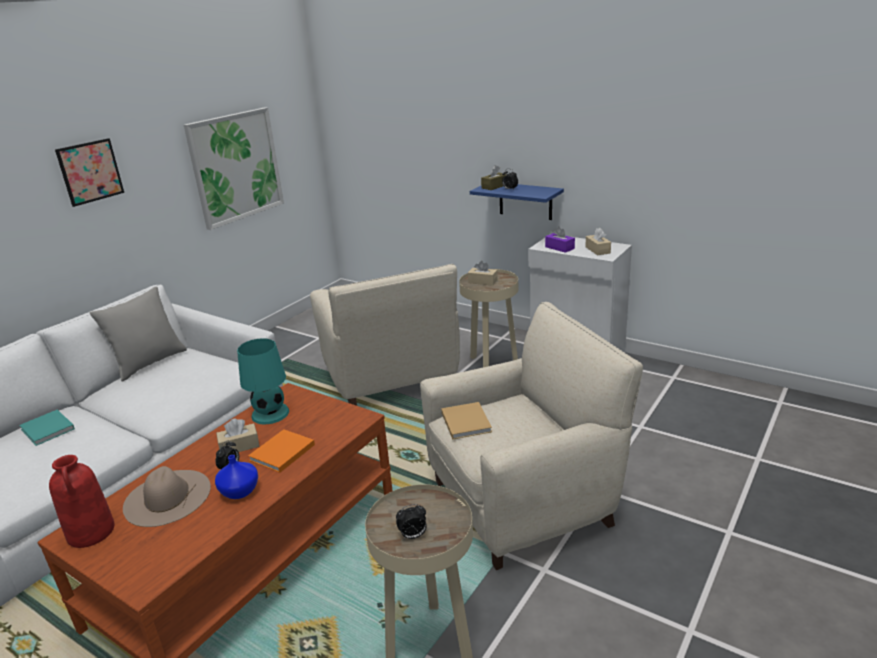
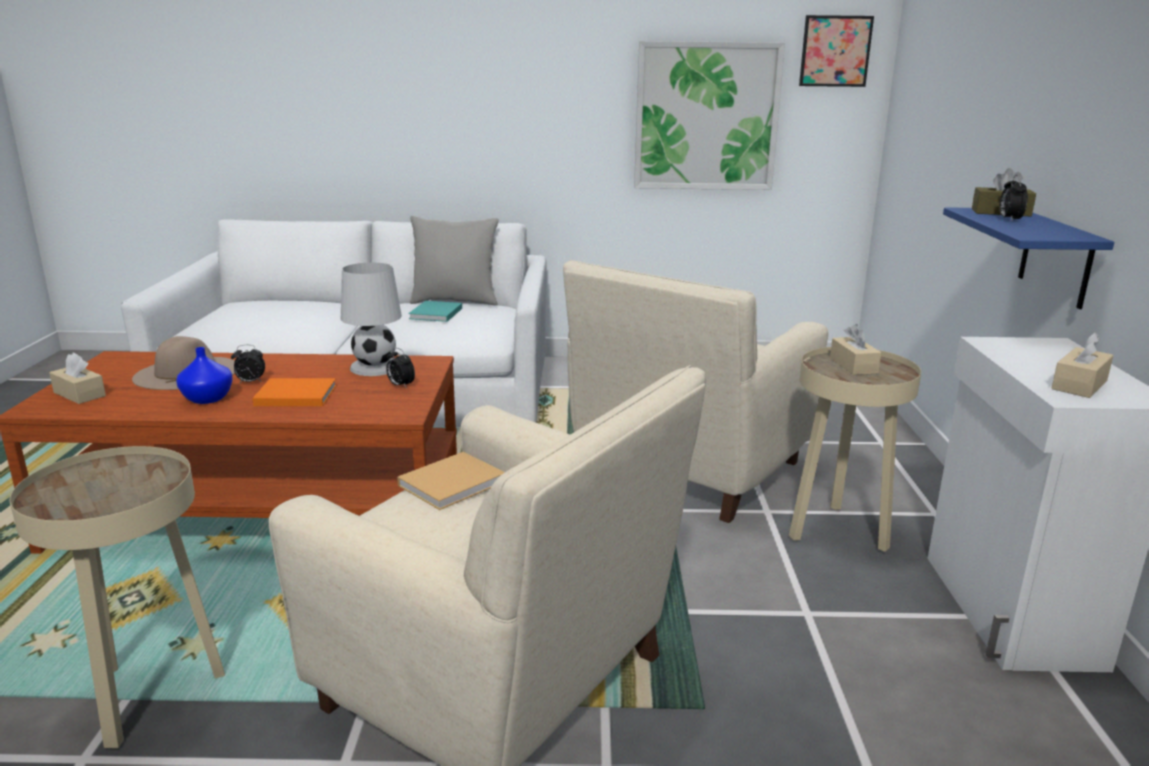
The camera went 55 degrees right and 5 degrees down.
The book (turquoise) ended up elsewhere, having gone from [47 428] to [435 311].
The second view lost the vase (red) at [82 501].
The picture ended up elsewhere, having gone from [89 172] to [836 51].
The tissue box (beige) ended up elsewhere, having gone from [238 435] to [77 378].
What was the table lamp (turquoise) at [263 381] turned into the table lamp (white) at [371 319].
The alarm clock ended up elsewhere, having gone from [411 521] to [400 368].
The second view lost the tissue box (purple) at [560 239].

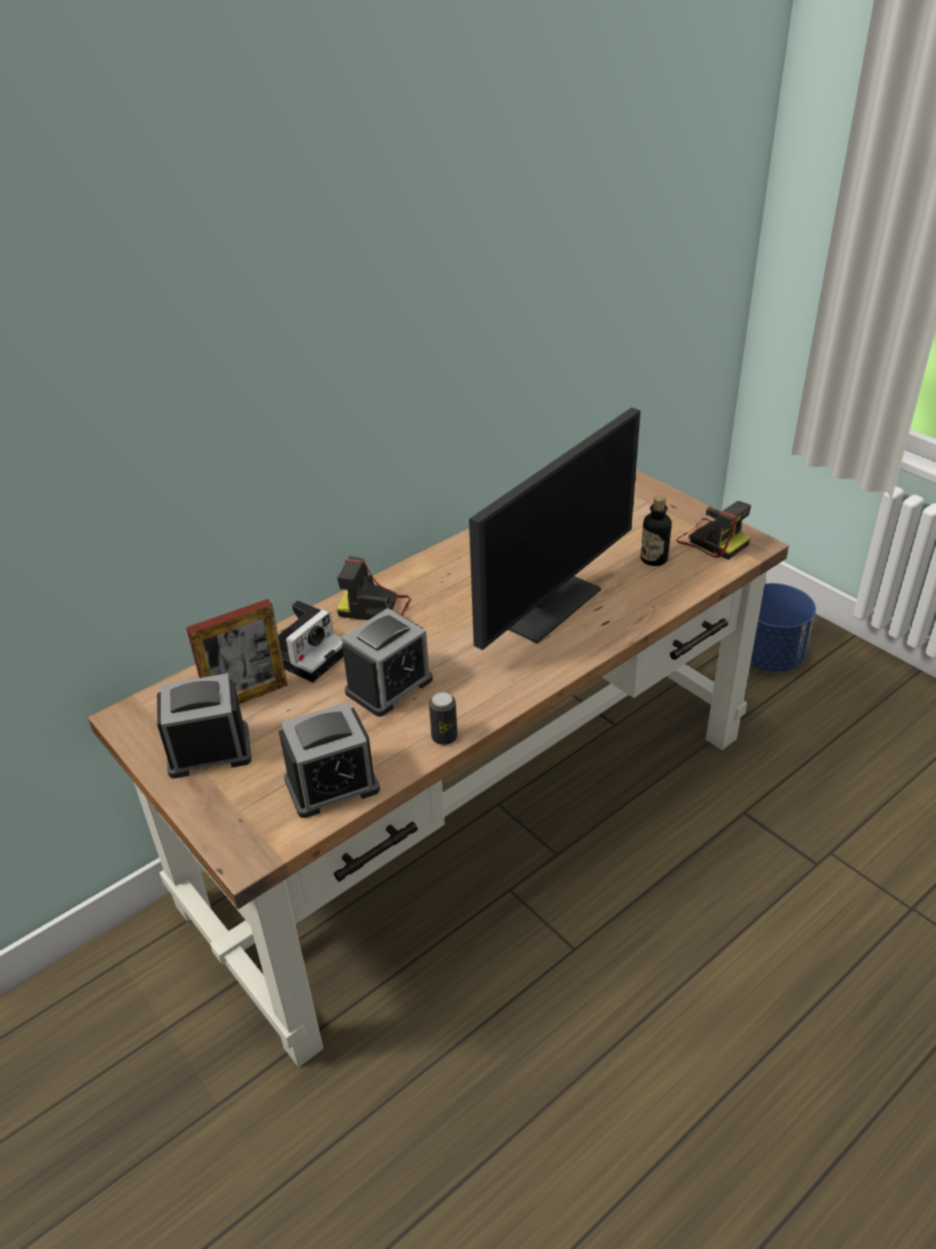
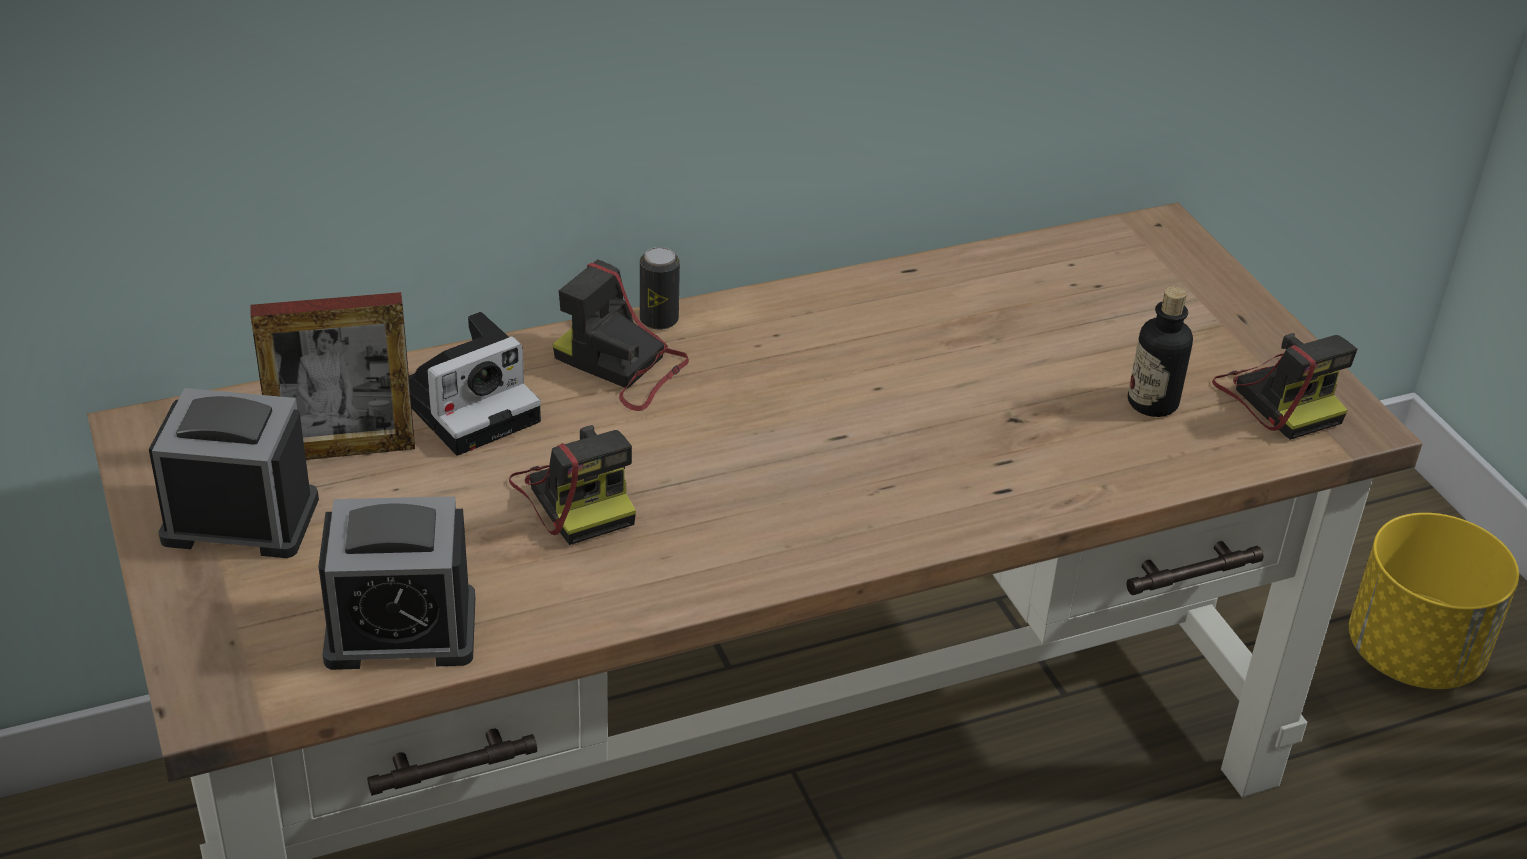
The camera went 15 degrees right and 0 degrees up.
Where the alarm clock stood at [387 662], the photo camera came to stand at [572 485].
The can ended up elsewhere, having gone from [443 718] to [660 288].
The second view lost the monitor at [555 528].
What was the planter (blue) at [783 627] turned into the planter (yellow) at [1434 601].

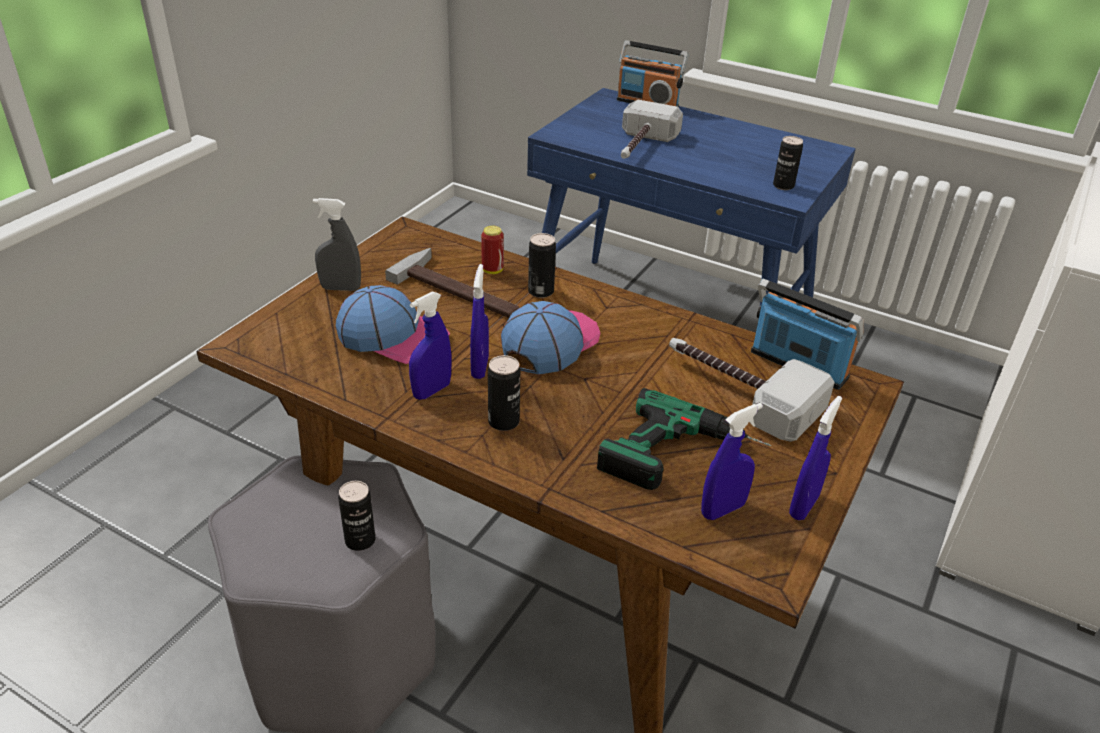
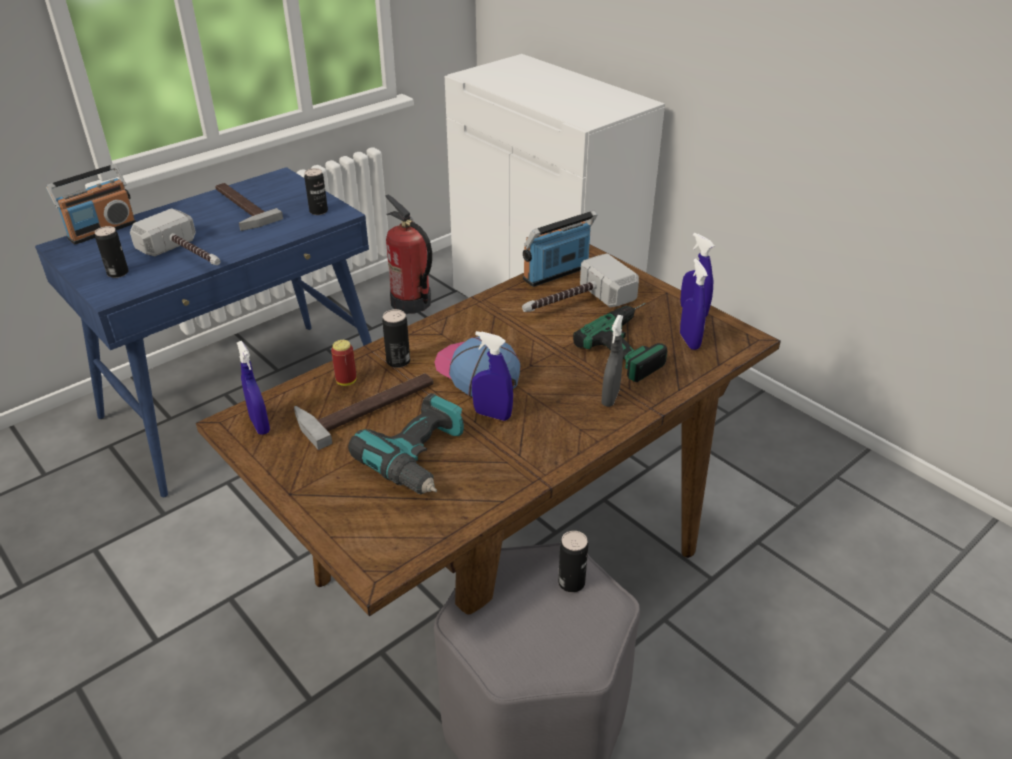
The camera went 70 degrees left and 0 degrees up.
The spray bottle (grey) ended up elsewhere, having gone from [337 244] to [612 361].
Where the cap stood at [393 324], the power drill came to stand at [406 443].
The spray bottle (blue) ended up elsewhere, having gone from [430 346] to [253 388].
The can ended up elsewhere, having gone from [504 393] to [112 252].
The second view gained the hammer at [249 207].
The second view gained the fire extinguisher at [408 254].

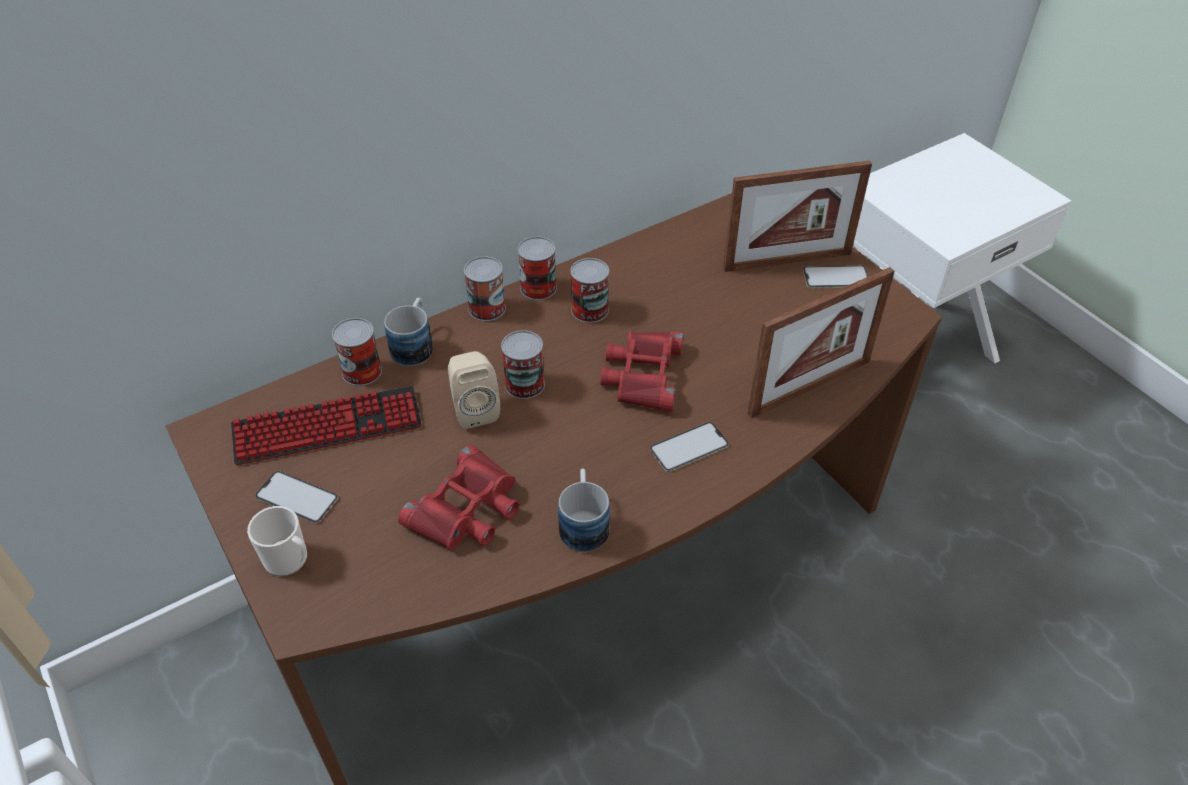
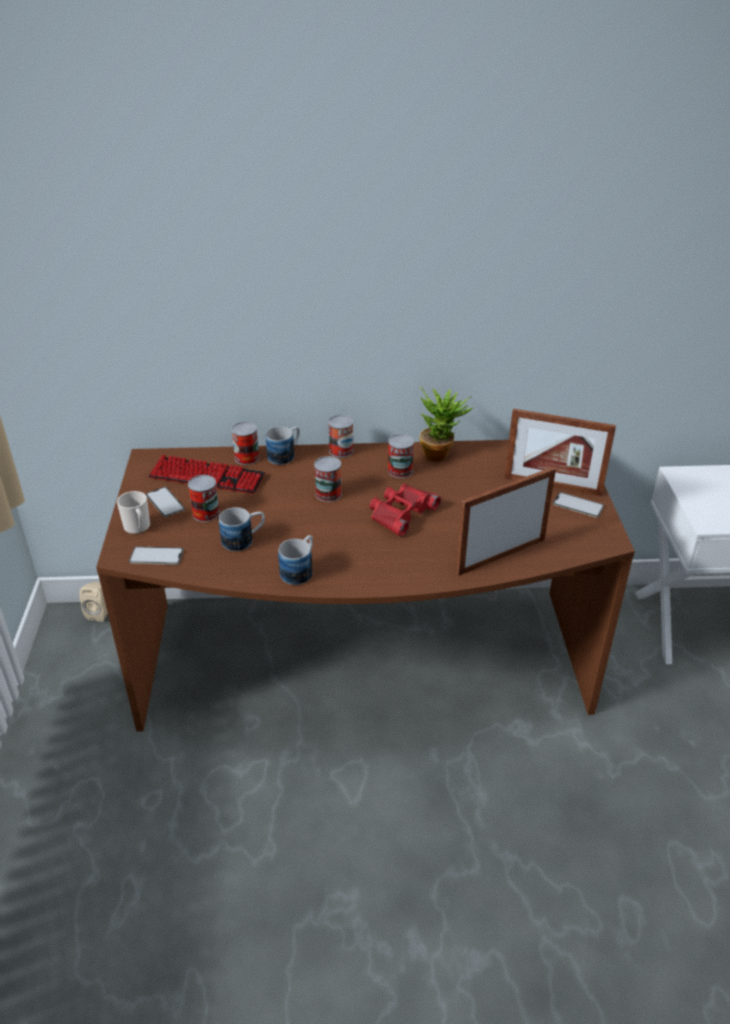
The camera went 30 degrees right and 10 degrees down.
Where the binoculars (red) stood at [458 497], the mug came to stand at [242 529].
The speaker (beige) ended up elsewhere, having gone from [474 390] to [93 602].
The can ended up elsewhere, having gone from [537 268] to [204 498].
The phone ended up elsewhere, having gone from [689 447] to [156 555].
The picture frame at [821 342] ended up facing another way, 150 degrees clockwise from before.
The second view gained the potted plant at [446 424].

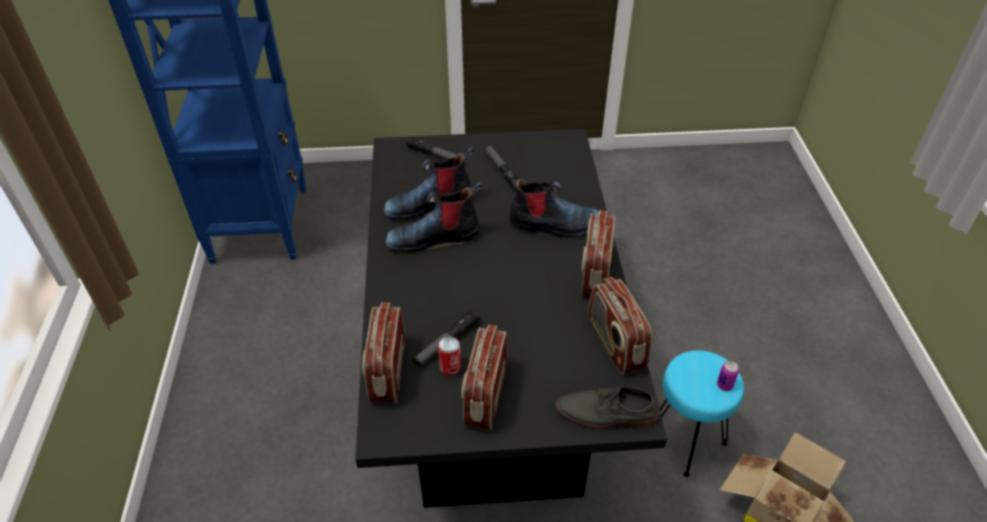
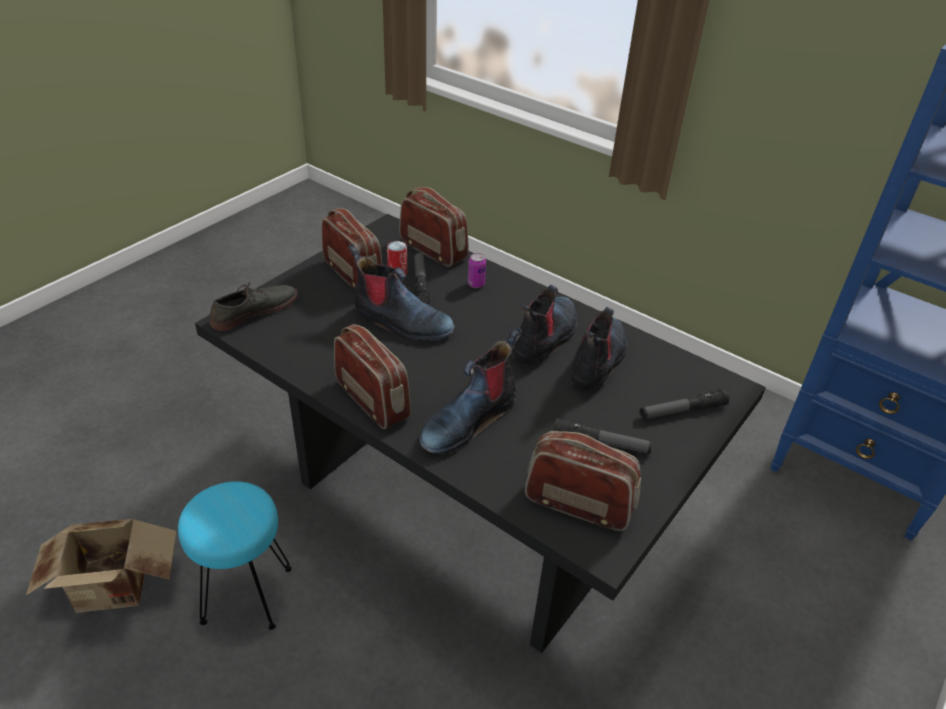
The camera went 130 degrees right and 5 degrees down.
The radio ended up elsewhere, having gone from [620 326] to [583 481].
The can ended up elsewhere, having gone from [728 376] to [477 270].
The second view gained the boot at [401 292].

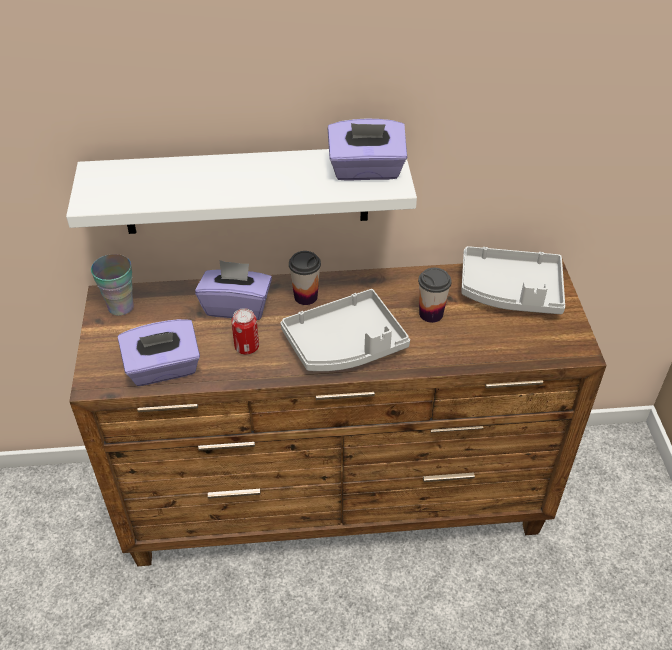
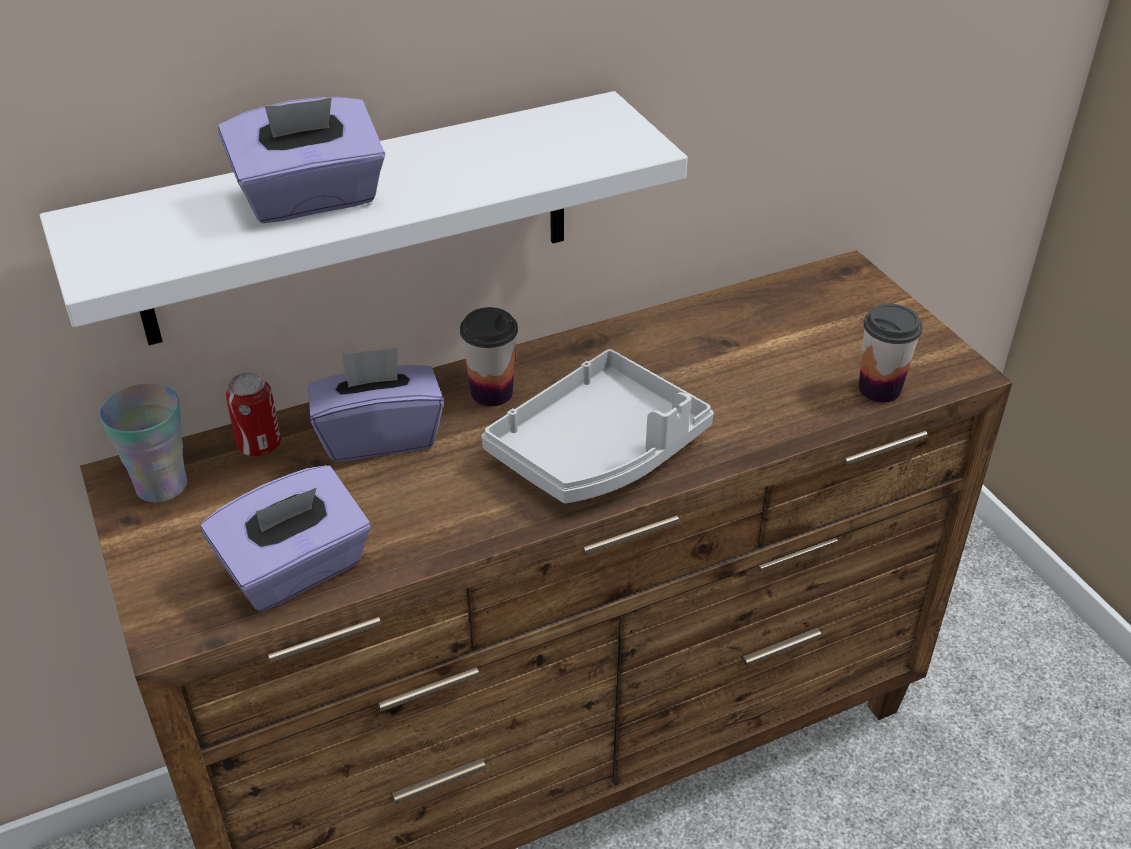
The camera went 20 degrees left and 5 degrees down.
The can ended up elsewhere, having gone from [245 331] to [253 414].
The tissue box (purple) ended up elsewhere, having gone from [367 149] to [301 160].
The cup ended up elsewhere, having gone from [435 295] to [891 353].
The second view lost the tray (grey) at [513 280].

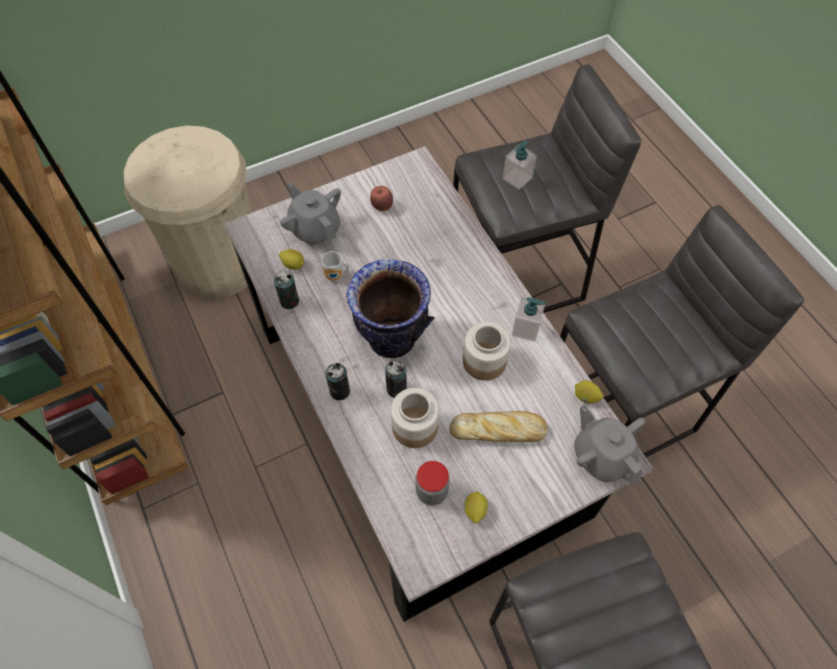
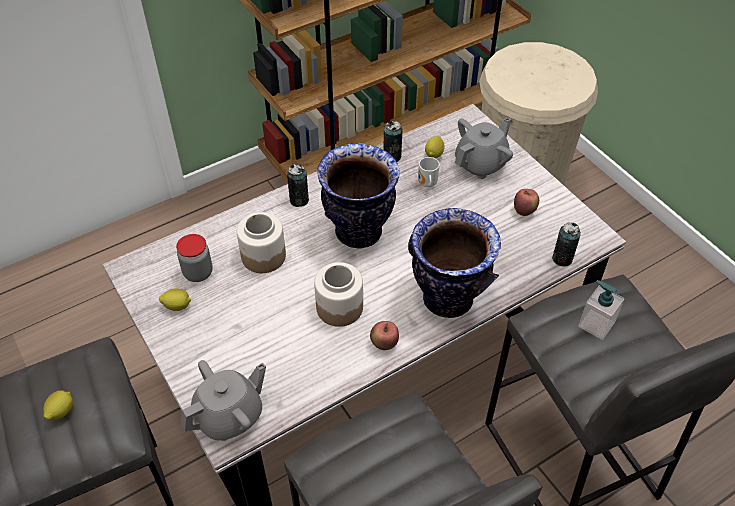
The camera went 85 degrees right and 10 degrees down.
The can ended up elsewhere, having gone from [396 379] to [566 244].
The second view lost the bread at [498 426].
Where the soap dispenser stood at [529 319], the apple came to stand at [384 335].
The lemon ended up elsewhere, having gone from [589 391] to [58 405].
The second view gained the vase at [454 263].

